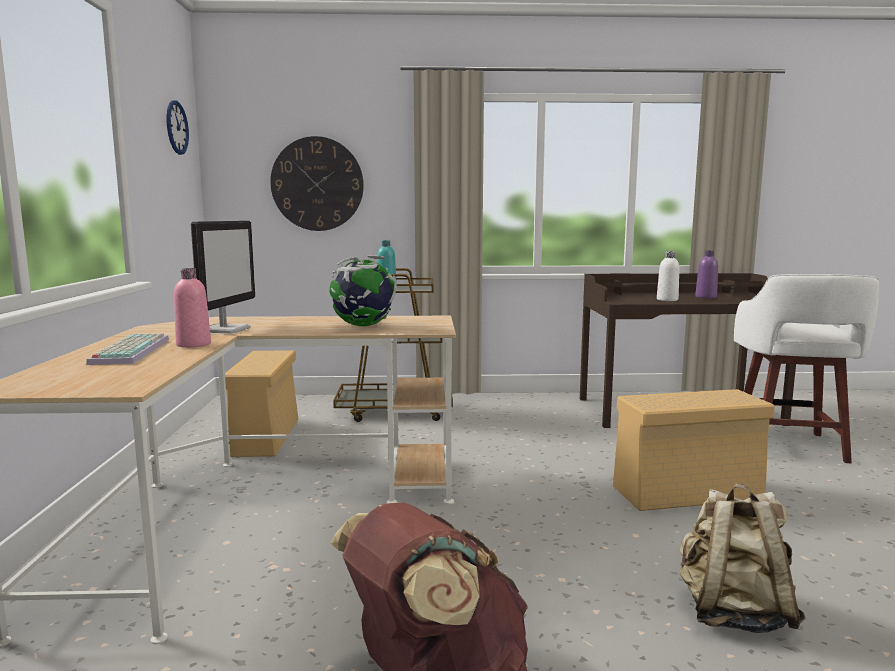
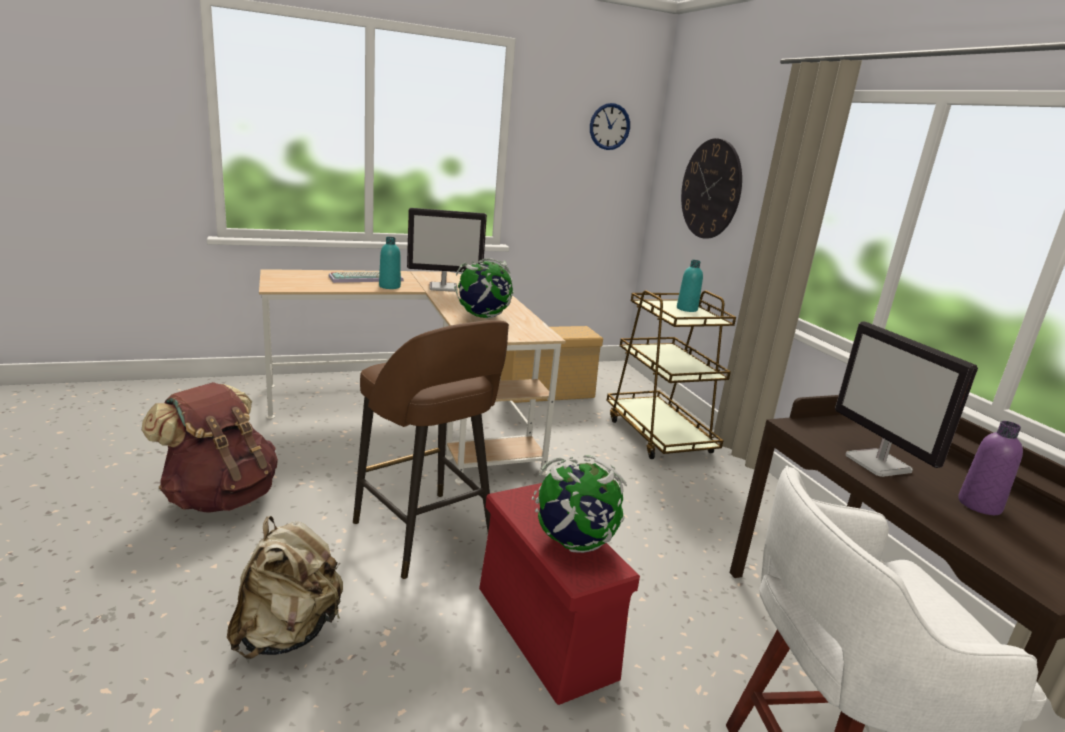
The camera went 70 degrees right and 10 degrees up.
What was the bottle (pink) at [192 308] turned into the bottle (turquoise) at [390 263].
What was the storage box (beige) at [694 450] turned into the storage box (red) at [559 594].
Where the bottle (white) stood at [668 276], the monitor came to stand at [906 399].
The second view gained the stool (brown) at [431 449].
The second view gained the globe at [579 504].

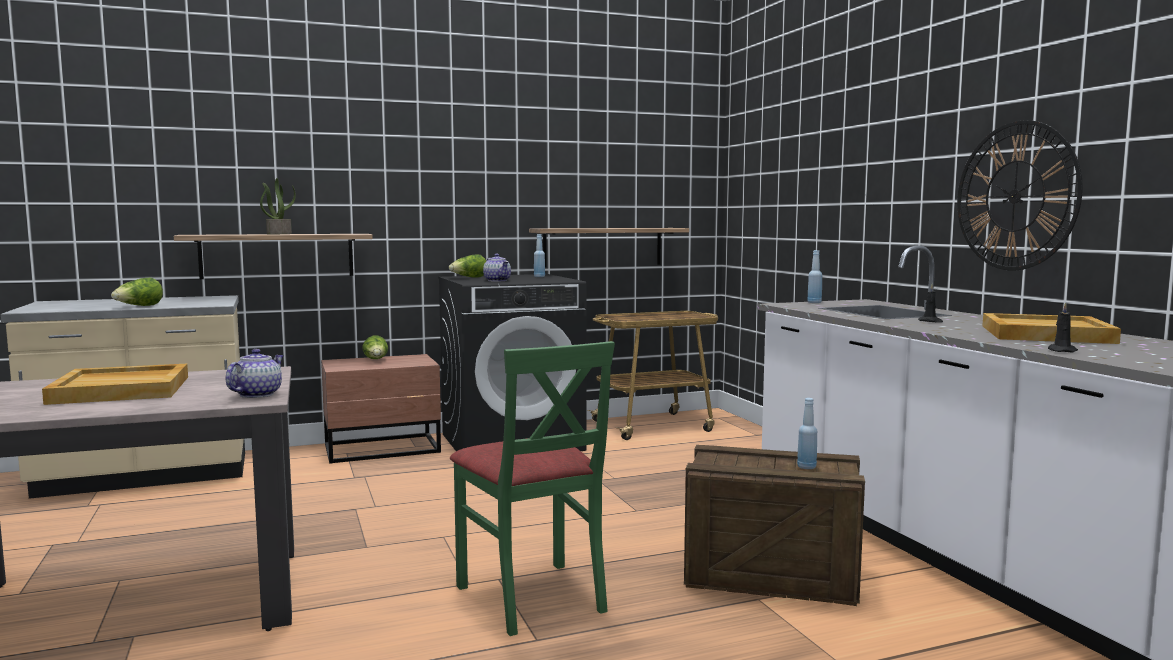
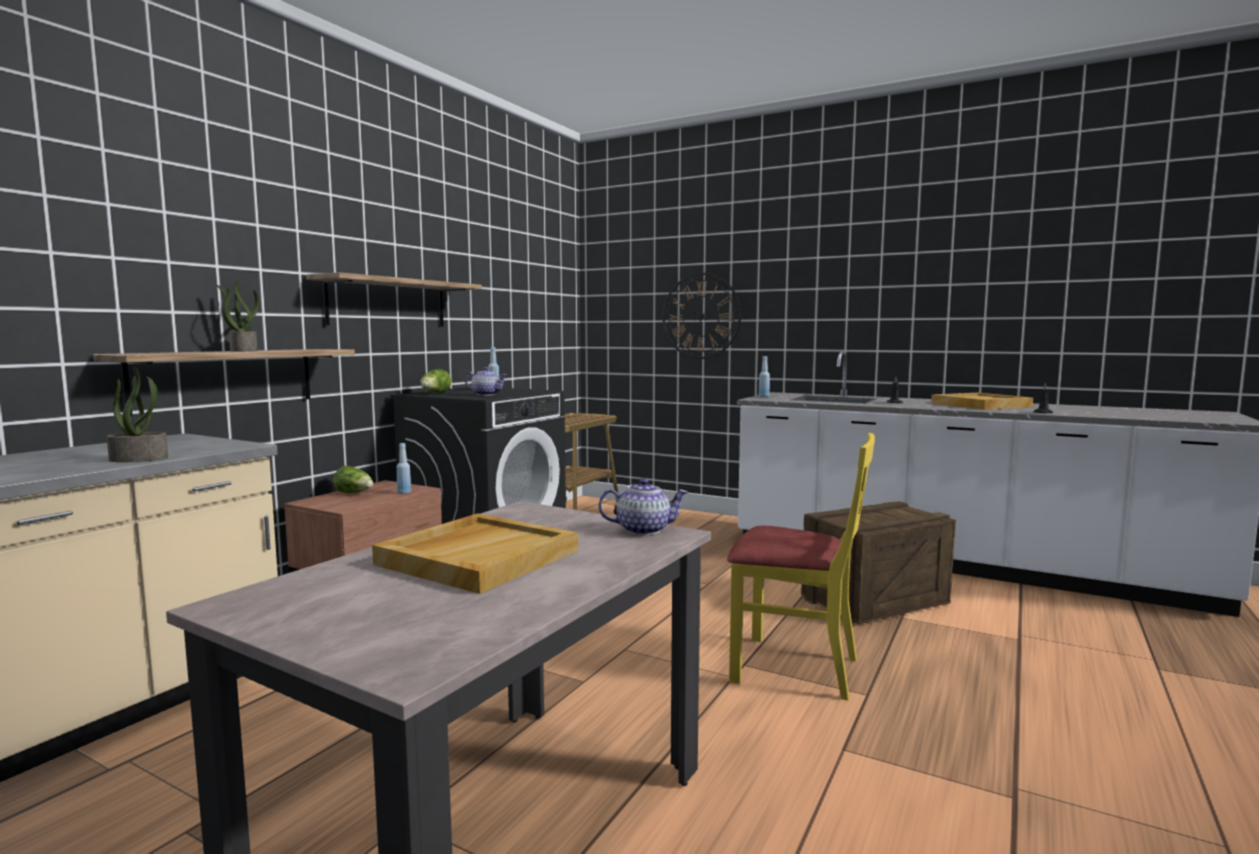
The camera went 40 degrees left and 0 degrees up.
Where the lettuce stood at [137 292], the potted plant came to stand at [137 414].
The teapot at [255 373] ended up facing another way, 105 degrees clockwise from before.
What was the chair (green) at [532 488] turned into the chair (yellow) at [801 566].
The shelf ended up elsewhere, having gone from [609 247] to [394 299].
The bottle (blue) ended up elsewhere, having gone from [807 433] to [404 468].
The wall clock ended up elsewhere, having gone from [1020 195] to [701 316].

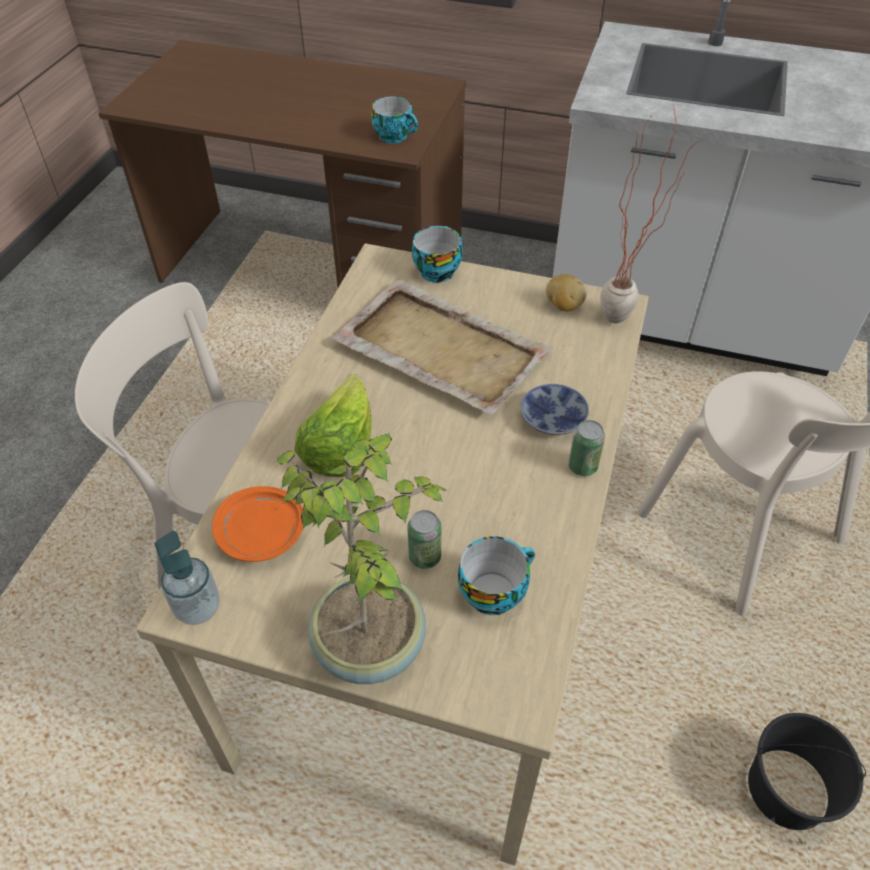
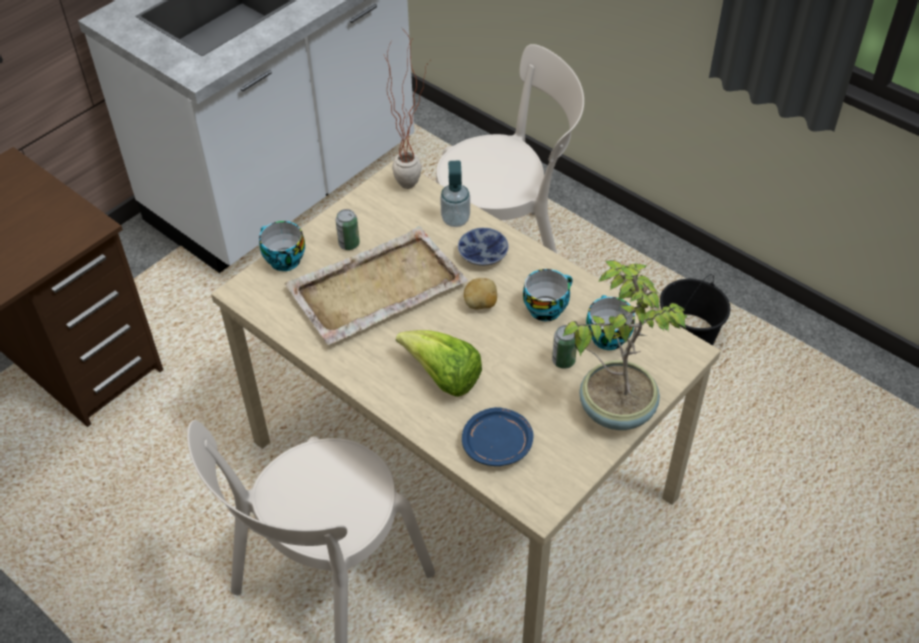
The camera went 65 degrees left and 0 degrees up.
The soap dispenser ended up elsewhere, having gone from [187 578] to [455 193].
What was the plate (orange) at [257 524] turned into the plate (blue) at [497 436].
The cup ended up elsewhere, having gone from [394 119] to [548 295].
The potato ended up elsewhere, having gone from [566 293] to [480 294].
The can ended up elsewhere, having gone from [586 448] to [348 229].

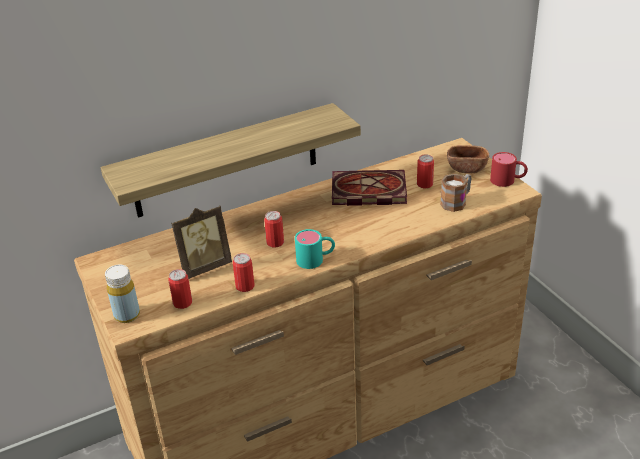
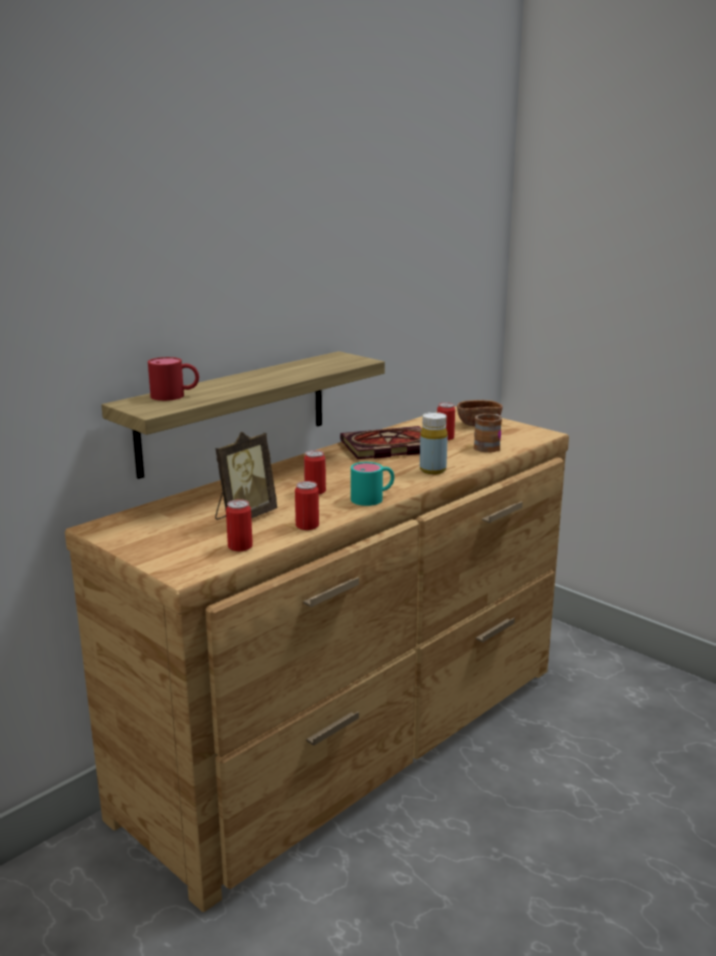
The camera went 20 degrees left and 15 degrees down.
The bottle (yellow) ended up elsewhere, having gone from [122 294] to [434 443].
The mug (red) ended up elsewhere, having gone from [509 169] to [173 379].

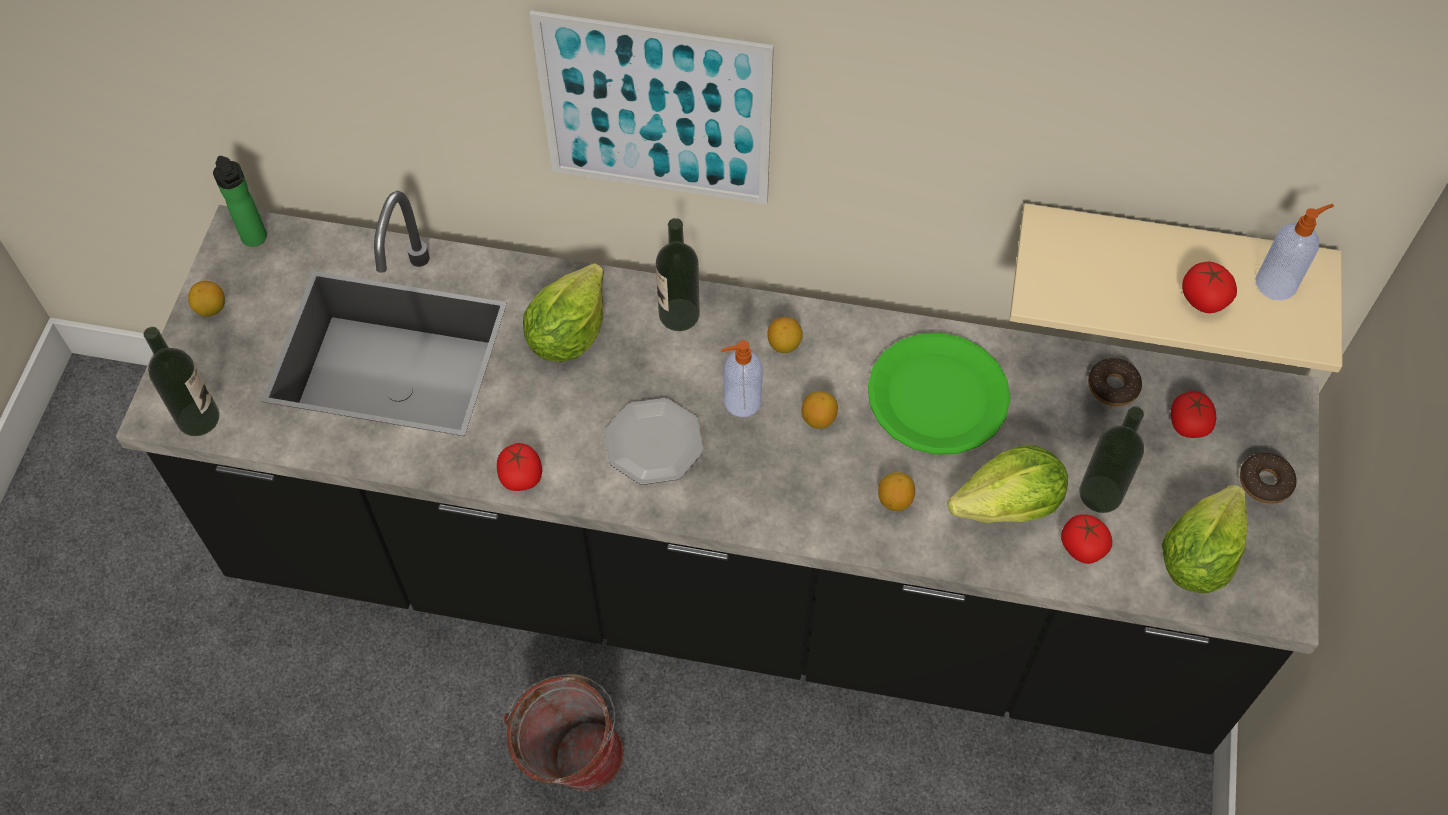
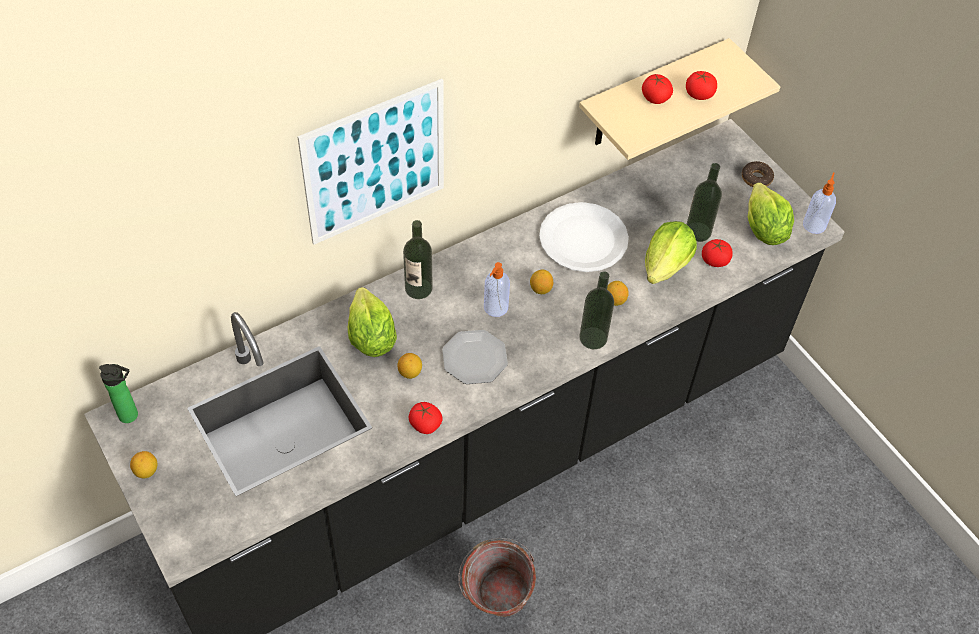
The camera went 45 degrees left and 5 degrees down.
The bottle ended up elsewhere, having gone from [181 381] to [596 310].
The lemon ended up elsewhere, having gone from [785 335] to [409 366].
What was the plate (green) at [939 394] turned into the plate (white) at [584 237].
The second view lost the donut at [1115 382].
The tomato ended up elsewhere, having gone from [1193 414] to [657 89].
The soap dispenser ended up elsewhere, having gone from [1295 252] to [819 203].

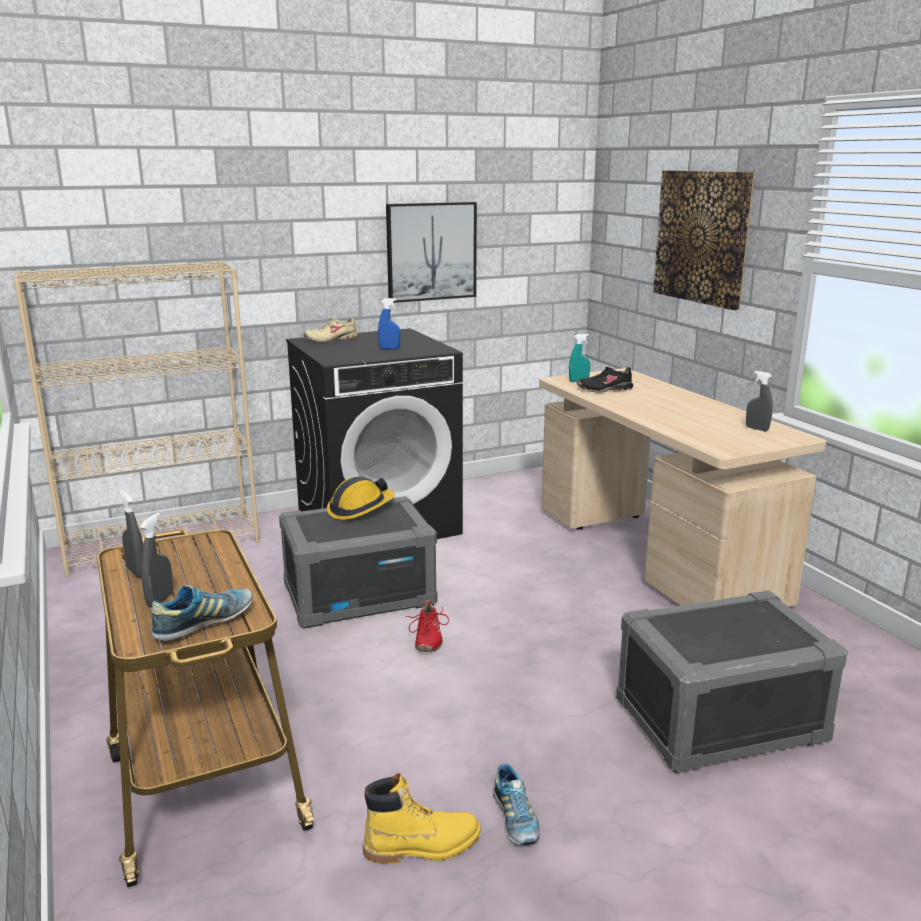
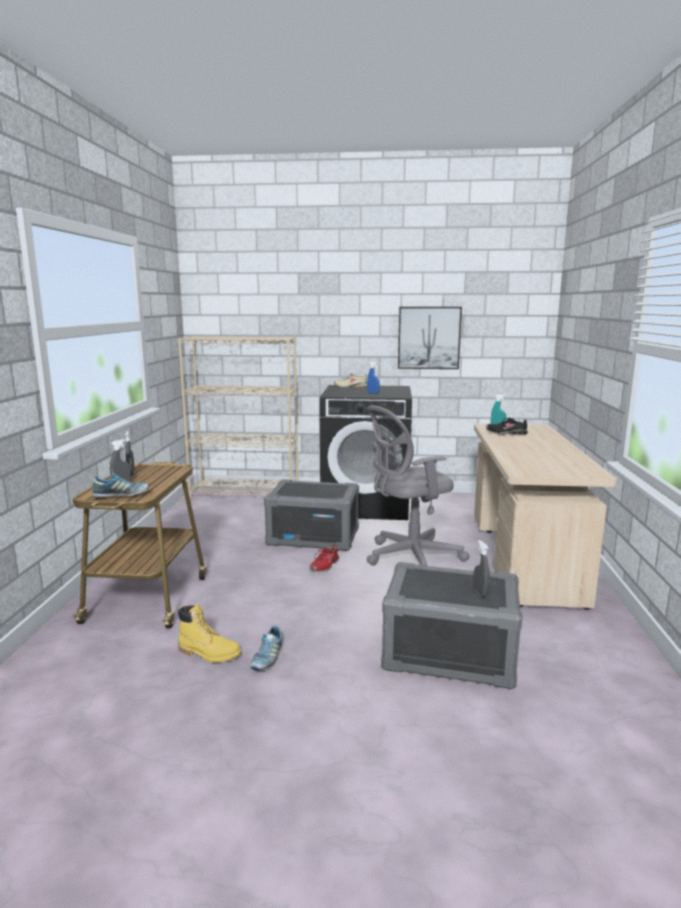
The camera went 30 degrees right and 5 degrees down.
The second view lost the hard hat at [361 498].
The second view lost the picture at [704 240].
The spray bottle (grey) ended up elsewhere, having gone from [759 401] to [481 568].
The second view gained the office chair (grey) at [418 485].

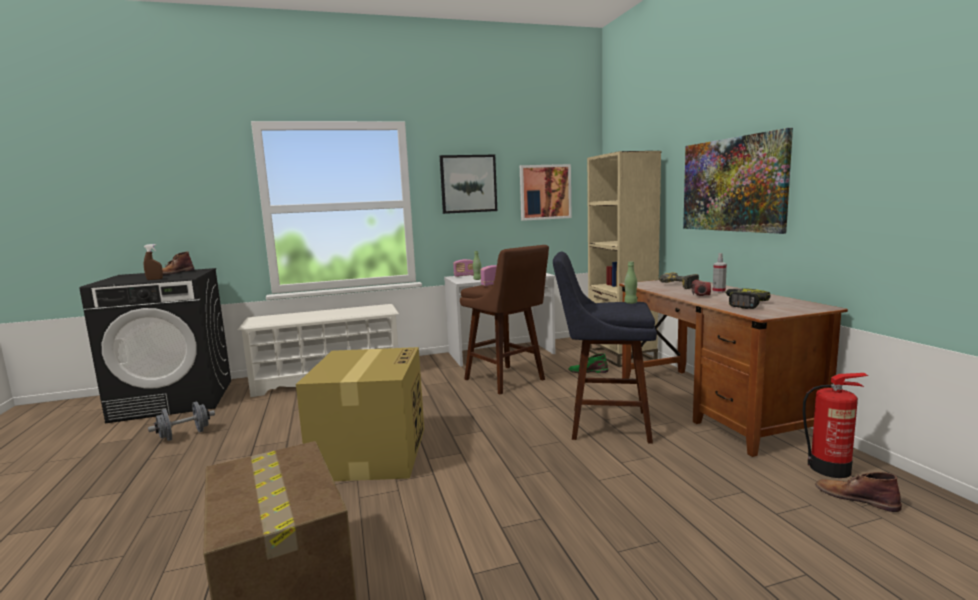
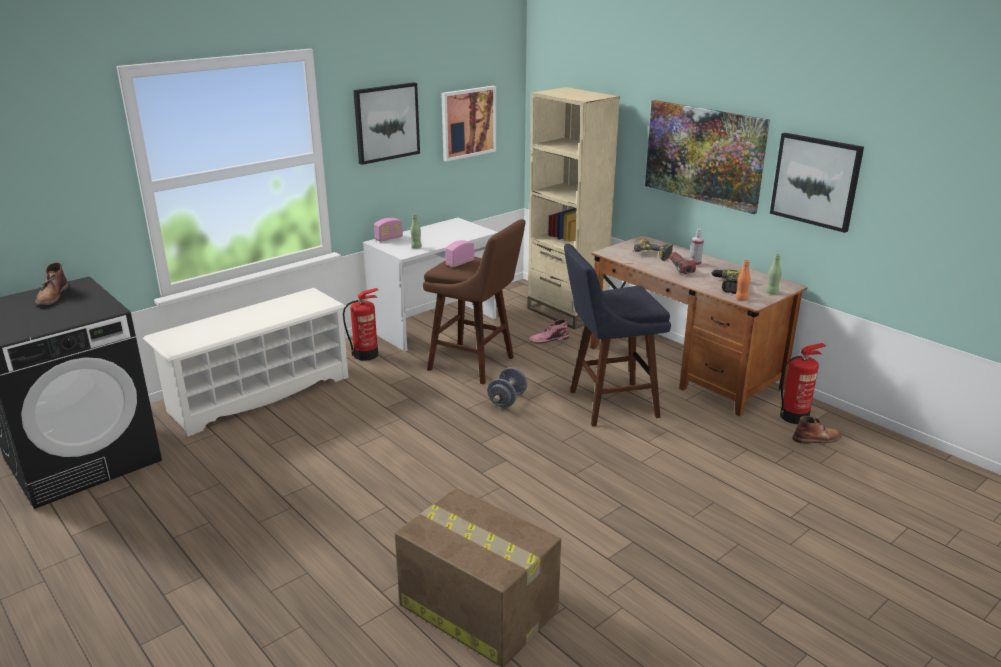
The camera went 25 degrees left and 15 degrees up.
The second view lost the spray bottle (brown) at [153 262].
The dumbbell (grey) ended up elsewhere, having gone from [181 421] to [507 387].
The second view lost the cardboard box at [360 414].
What was the boot (green) at [588 363] turned into the boot (pink) at [548 331].
The bottle (green) ended up elsewhere, having gone from [630 283] to [773 274].
The boot (brown) at [858 492] ended up facing another way, 150 degrees clockwise from before.
The second view gained the fire extinguisher at [360 324].
The second view gained the bottle (orange) at [742 280].
The second view gained the picture at [817 183].

